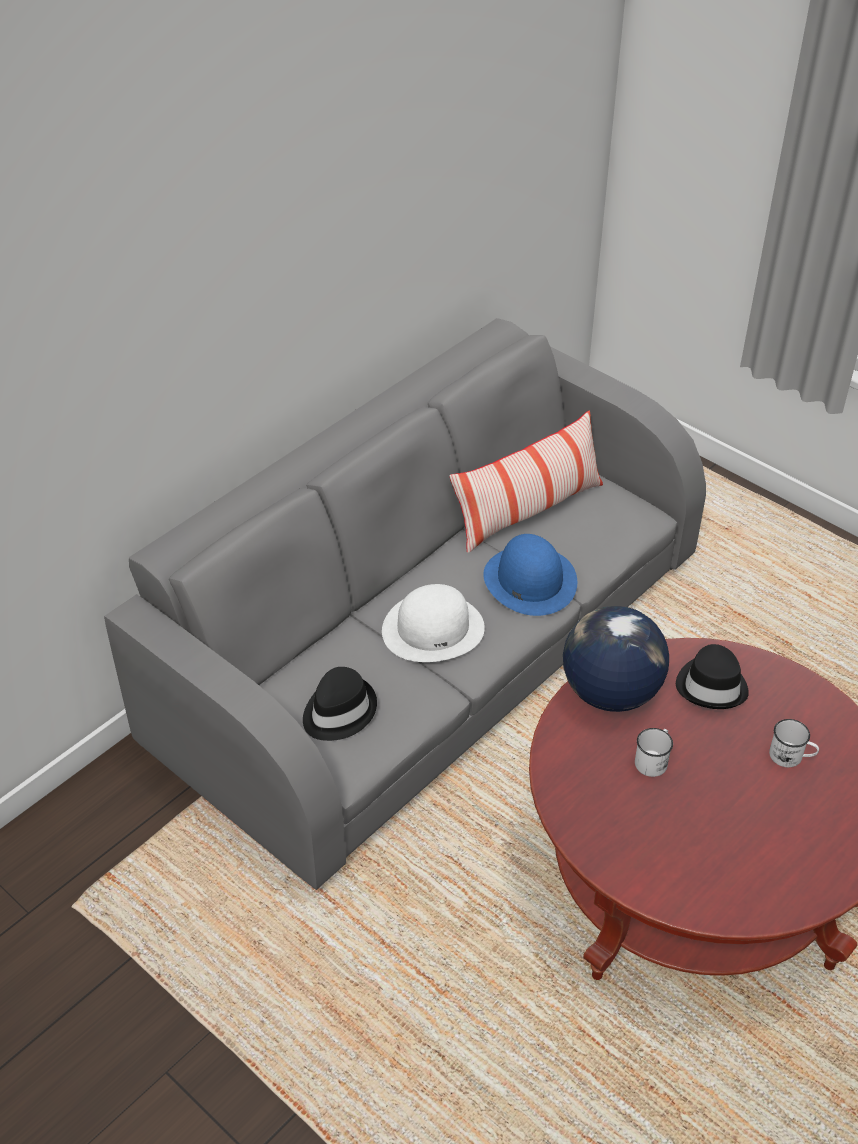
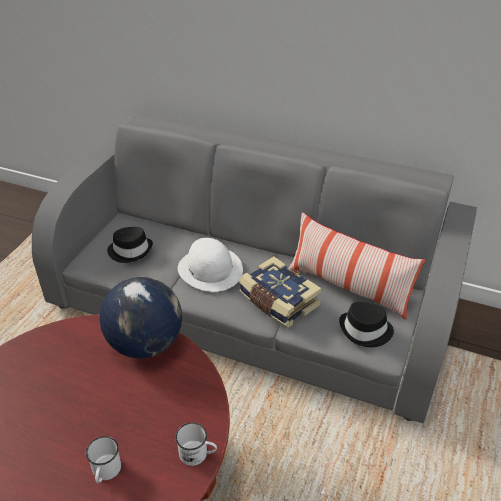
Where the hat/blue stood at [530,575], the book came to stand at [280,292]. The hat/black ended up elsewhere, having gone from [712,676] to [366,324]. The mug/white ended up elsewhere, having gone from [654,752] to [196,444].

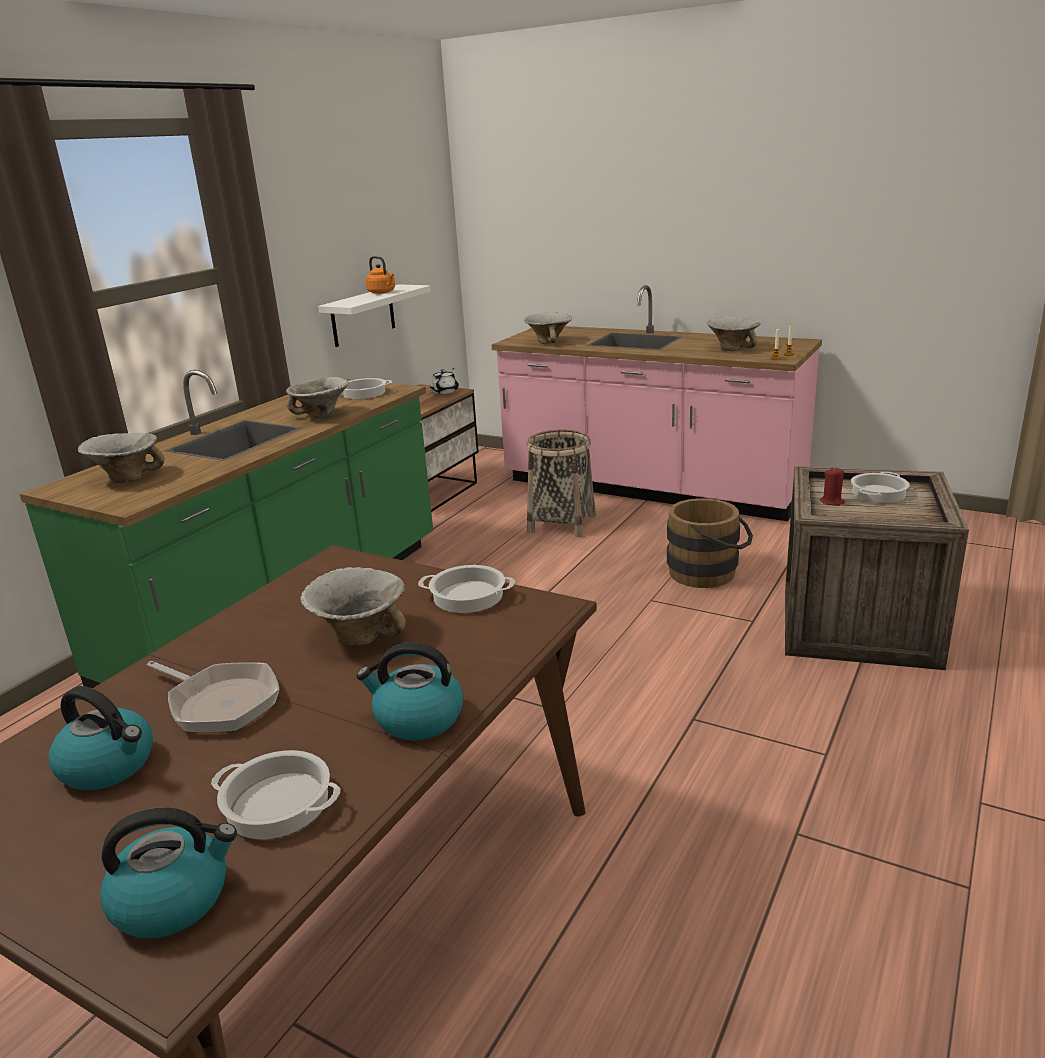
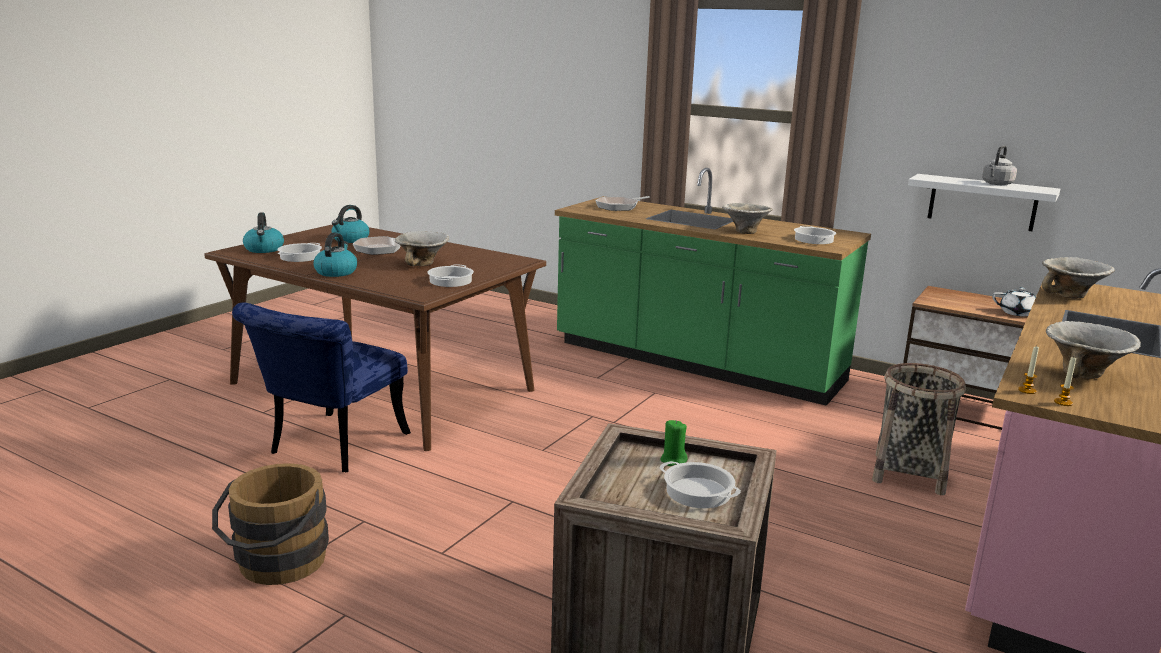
What was the kettle/orange at [380,275] turned into the kettle/grey at [999,165]. Where the bowl stood at [121,458], the frying pan came to stand at [623,203]. What was the candle/red at [832,486] turned into the candle/green at [674,443]. The bucket/brown ended up elsewhere, having gone from [710,543] to [270,524]. The second view gained the chair/blue at [321,387].

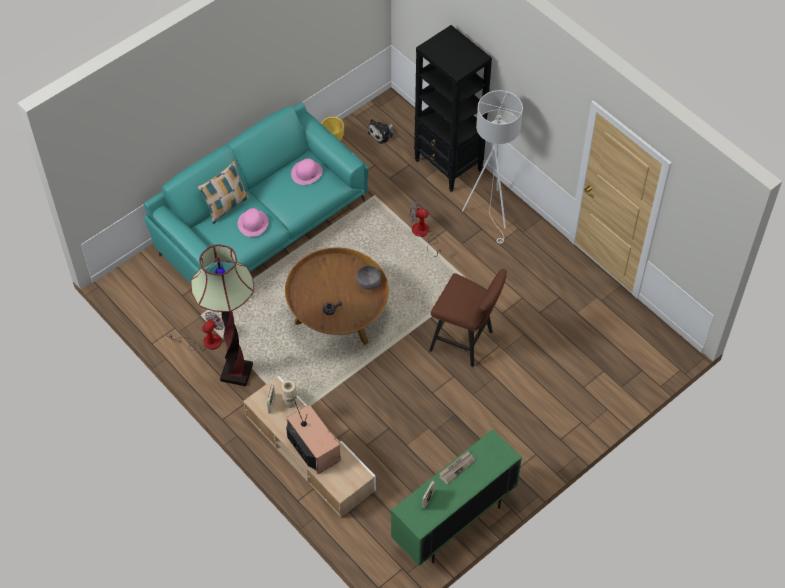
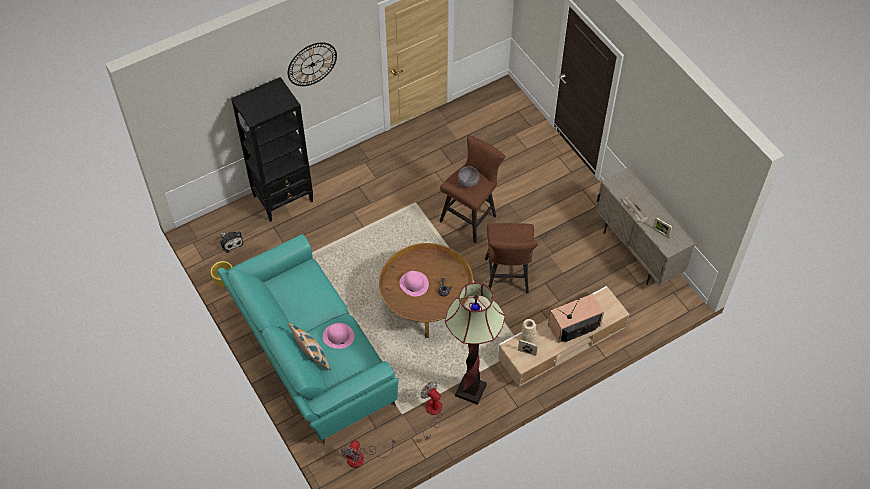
The second view lost the floor lamp/white at [492,167]. The hat/pink ended up elsewhere, having gone from [307,171] to [414,283]. The fan ended up elsewhere, having gone from [425,229] to [368,453]. The bowl/grey ended up elsewhere, having gone from [368,277] to [469,176]. What was the cabinet/green at [456,497] turned into the cabinet/beige at [645,227]. The second view gained the wall clock at [312,64]. The second view gained the stool/brown at [511,258].

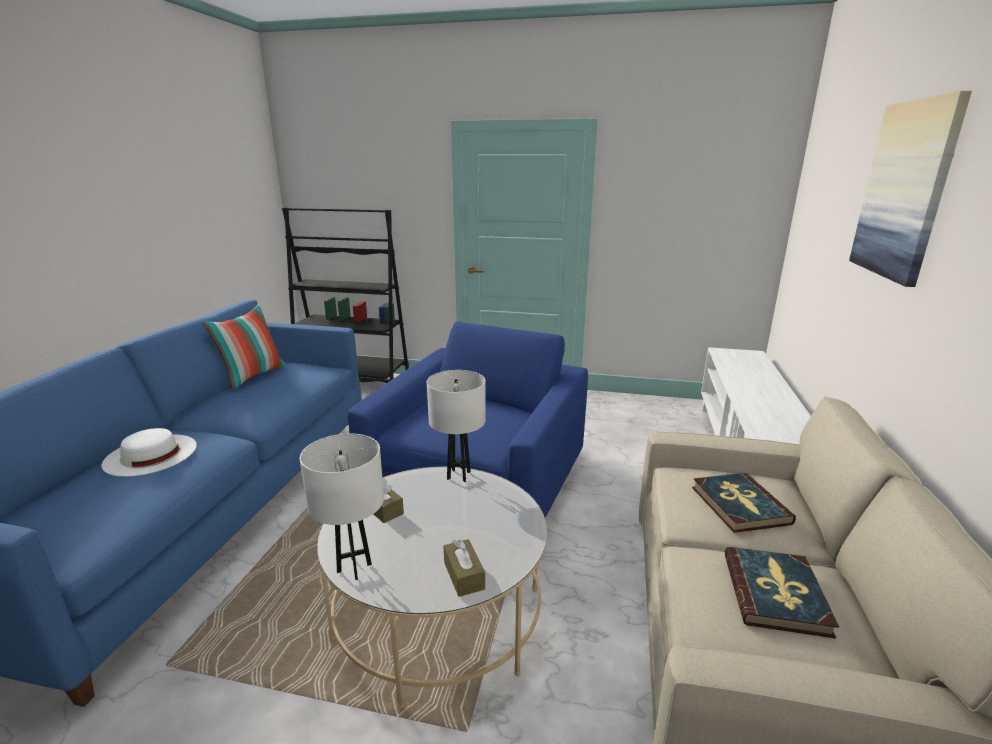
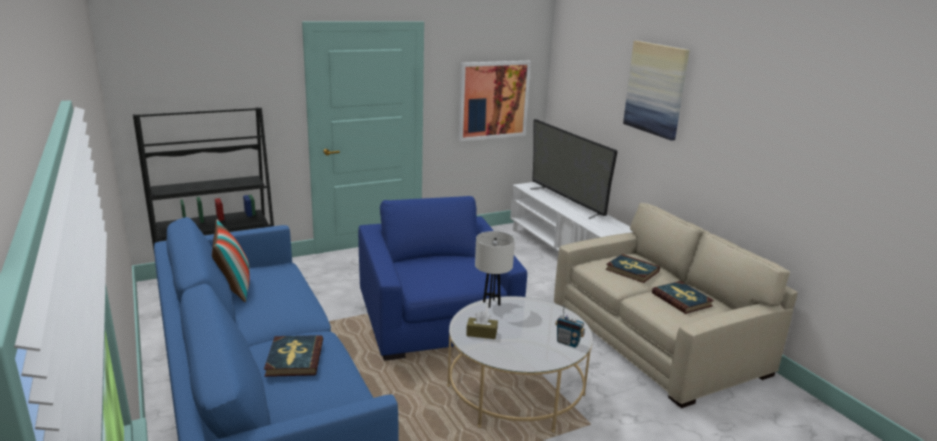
Where the hat/white stood at [149,452], the book came to stand at [293,356]. The second view lost the table lamp/white at [342,506]. Where the tissue box/brown stood at [464,568], the radio came to stand at [570,326]. The second view gained the picture at [494,101]. The second view gained the television at [574,169].

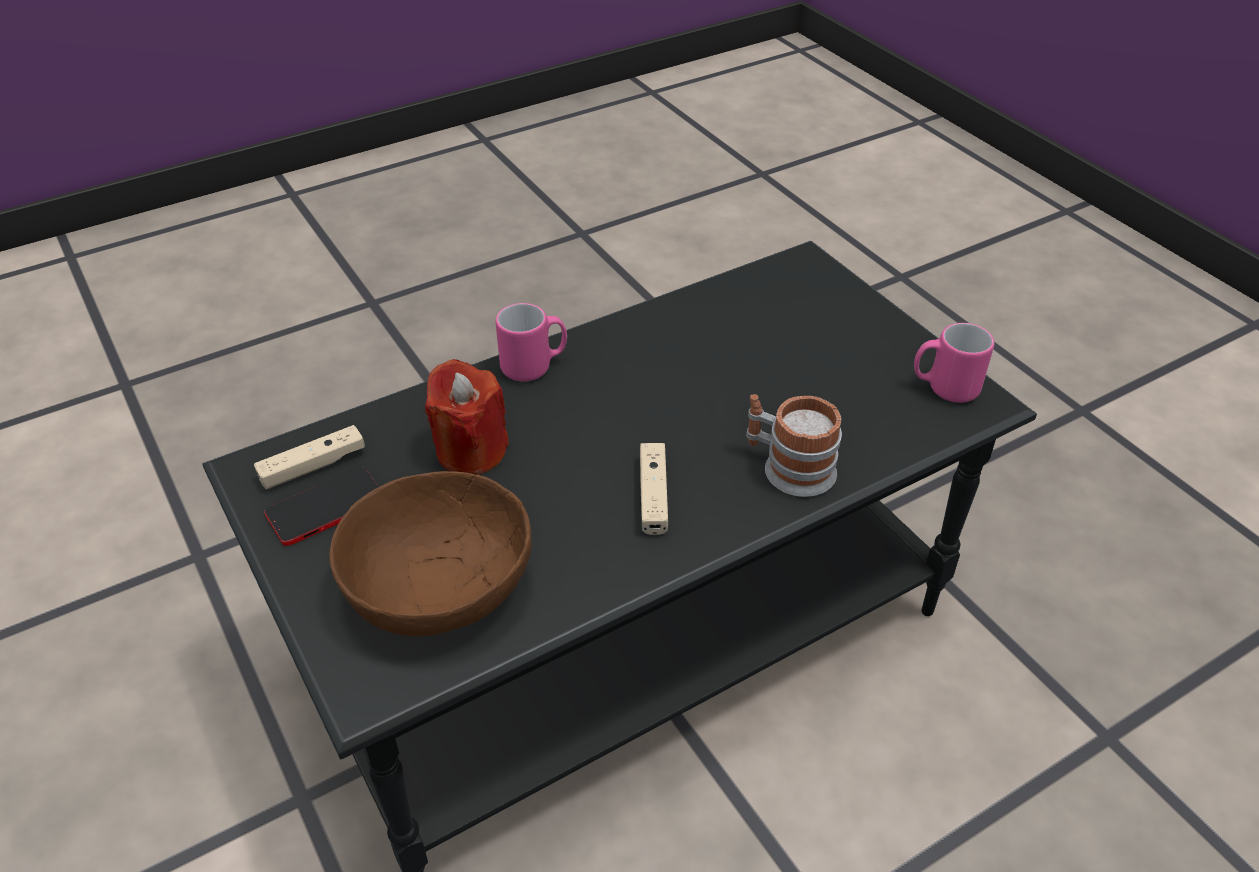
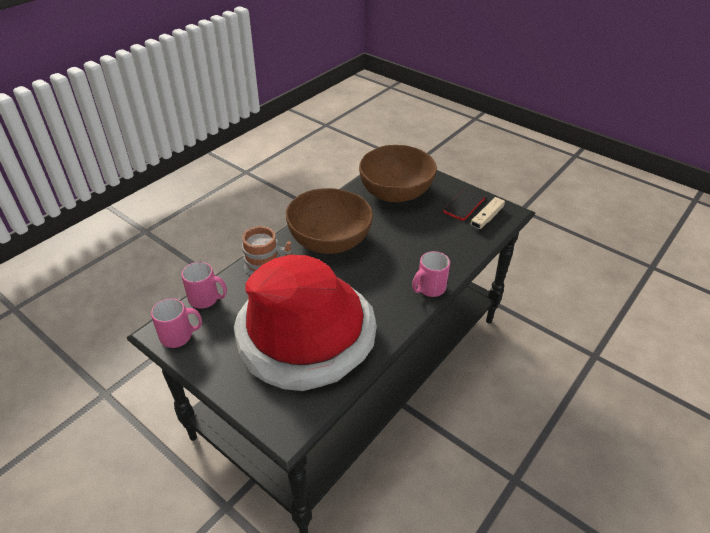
The second view lost the candle/red at [467,417]. Where the game controller/beige stood at [654,489], the bowl/brown came to stand at [329,221]. The second view gained the hat at [305,323]. The second view gained the mug/pink at [204,285].

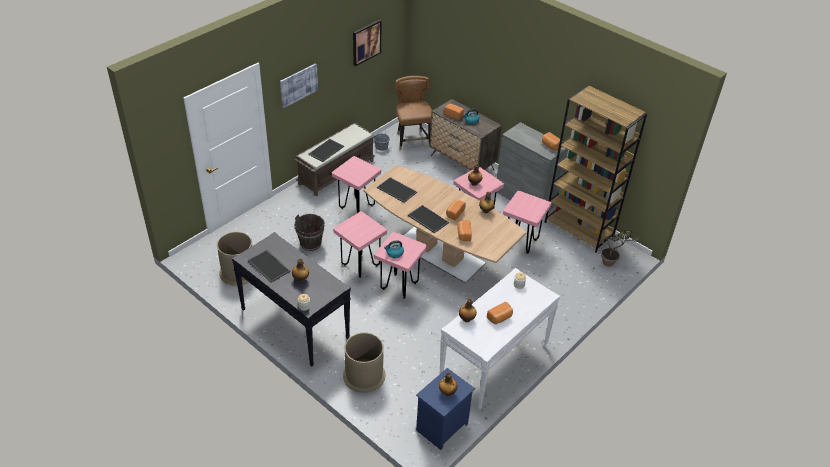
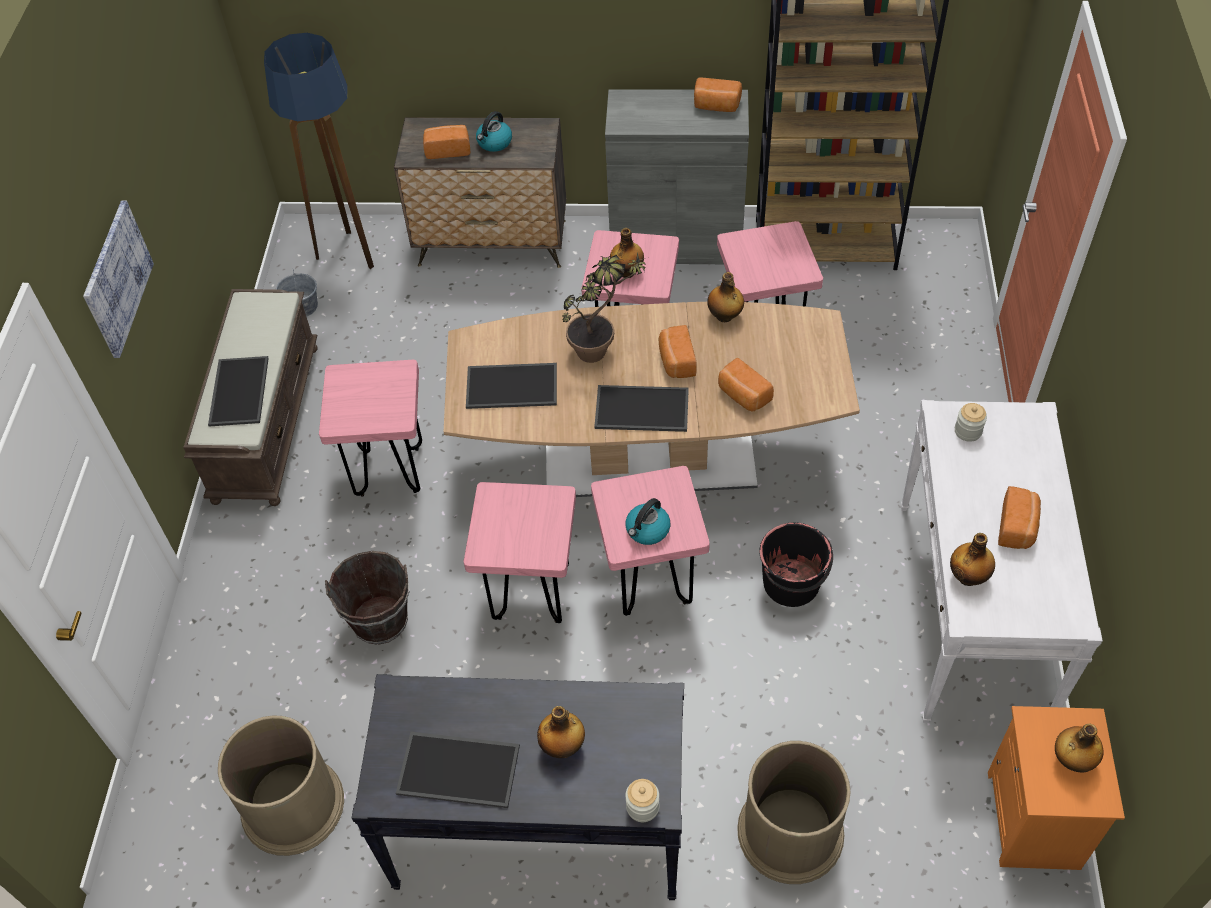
The second view lost the picture at [367,43]. Where the chair/brown stood at [413,113], the floor lamp came to stand at [319,151]. The potted plant ended up elsewhere, having gone from [620,248] to [604,307]. What was the nightstand/blue at [445,409] turned into the nightstand/orange at [1056,788]. The second view gained the bucket/black at [796,564].

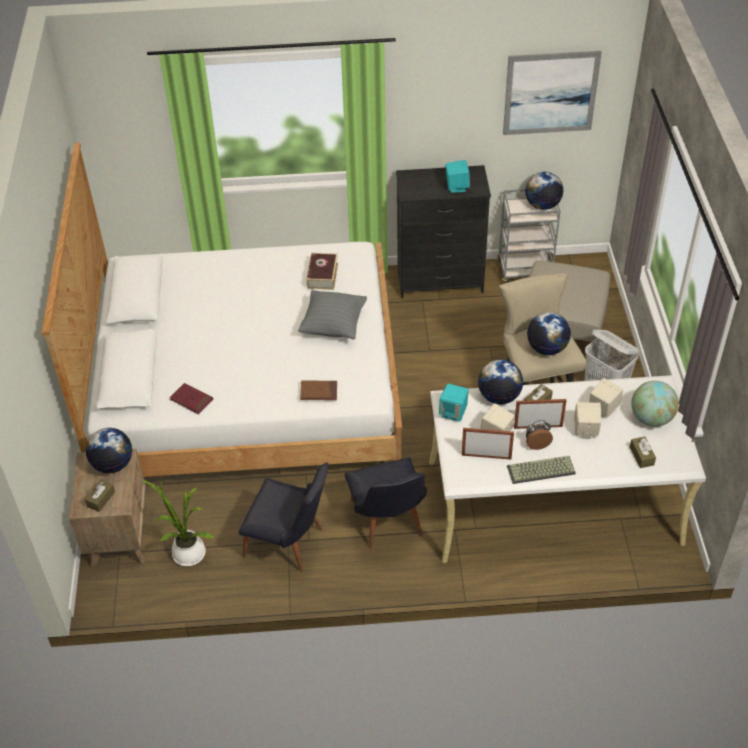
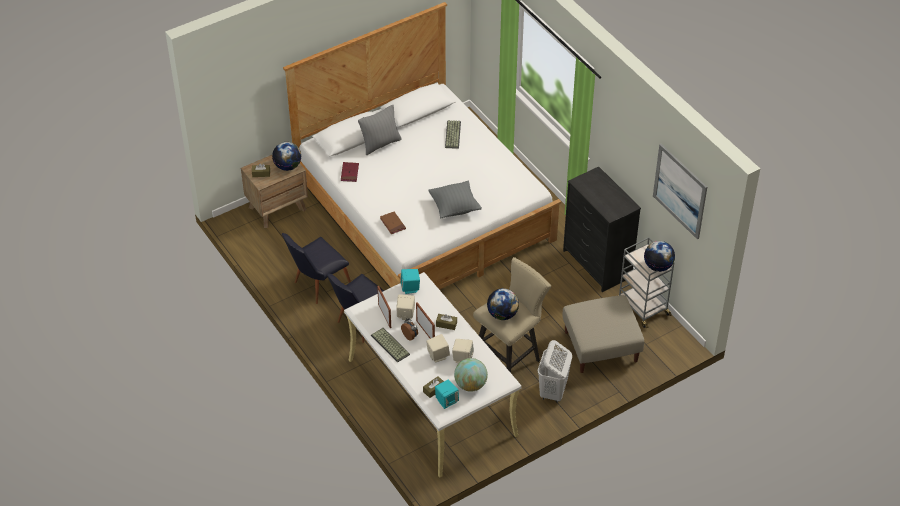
The speaker/turquoise ended up elsewhere, having gone from [458,176] to [447,394]. The second view lost the book at [322,271]. The second view lost the globe at [500,381]. The chair/black at [284,517] ended up facing another way, 60 degrees clockwise from before. The second view lost the potted plant at [177,522]. The second view gained the pillow/grey at [380,130]. The second view gained the keyboard at [453,134].

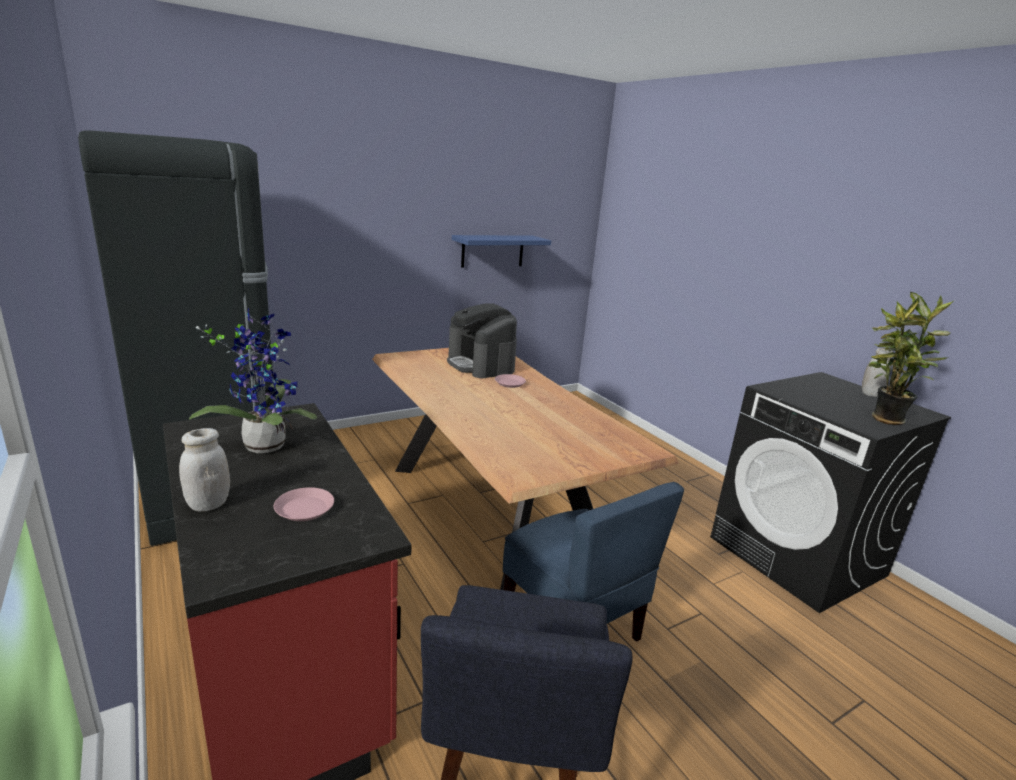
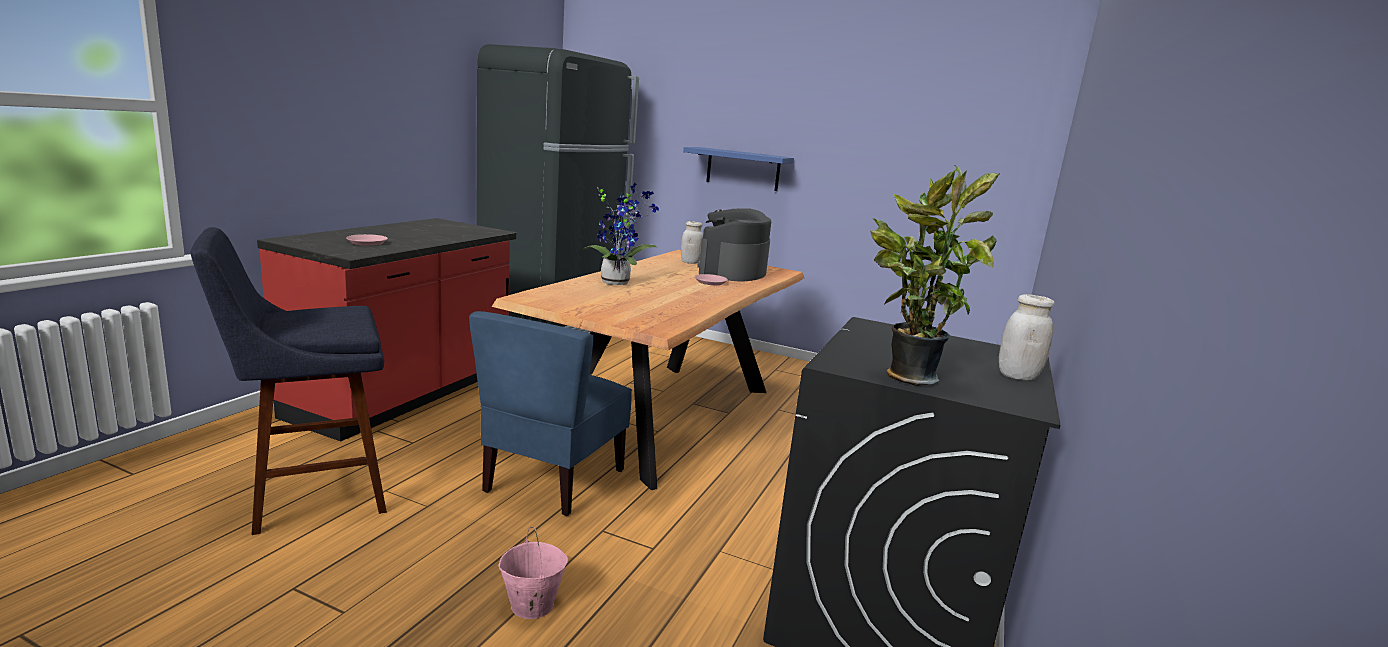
The shelf/blue ended up elsewhere, having gone from [501,251] to [738,169]. The potted plant ended up elsewhere, having gone from [253,381] to [621,234]. The jar/white ended up elsewhere, having gone from [204,470] to [692,242]. The second view gained the bucket/pink at [533,573].

